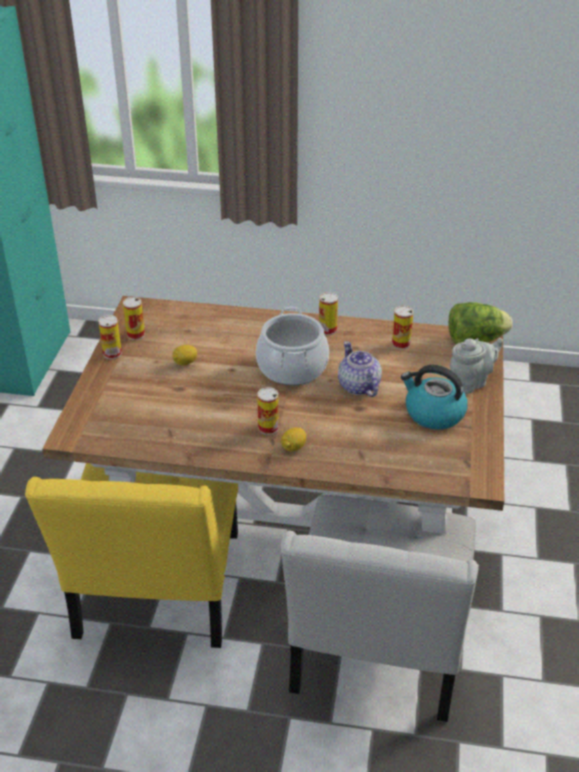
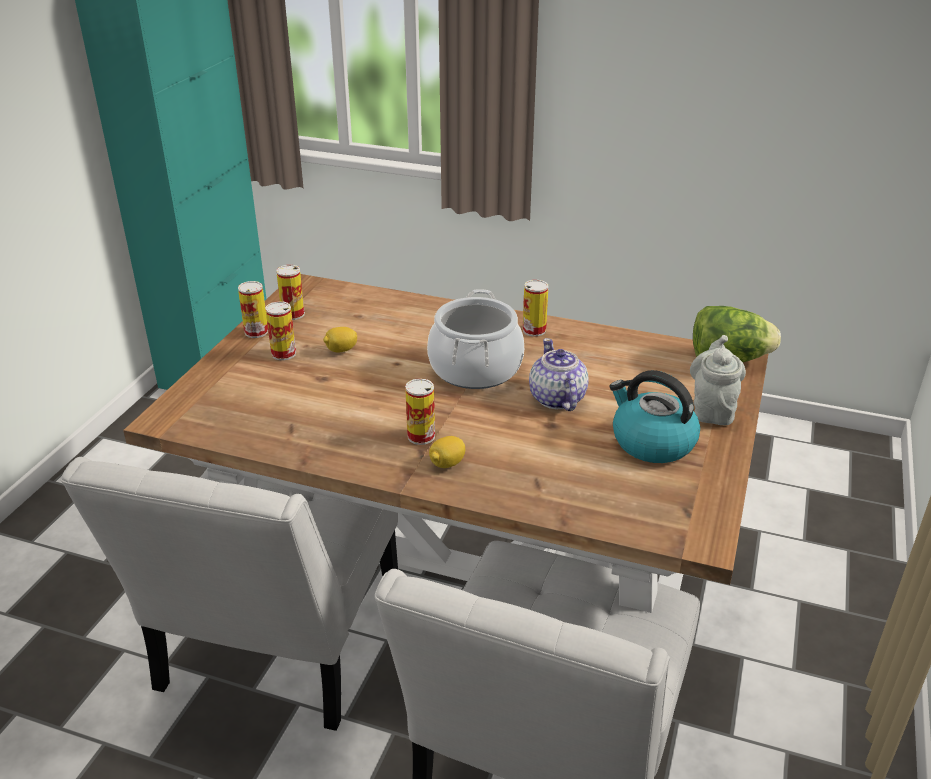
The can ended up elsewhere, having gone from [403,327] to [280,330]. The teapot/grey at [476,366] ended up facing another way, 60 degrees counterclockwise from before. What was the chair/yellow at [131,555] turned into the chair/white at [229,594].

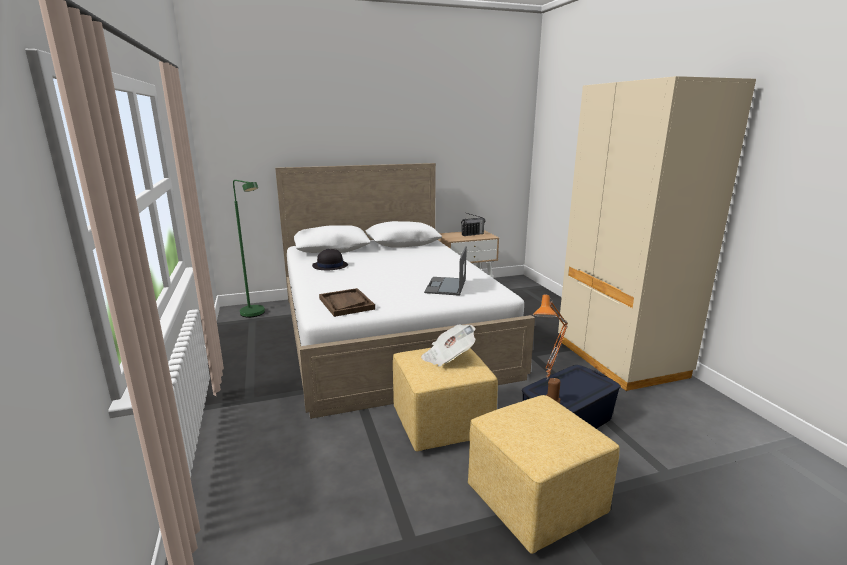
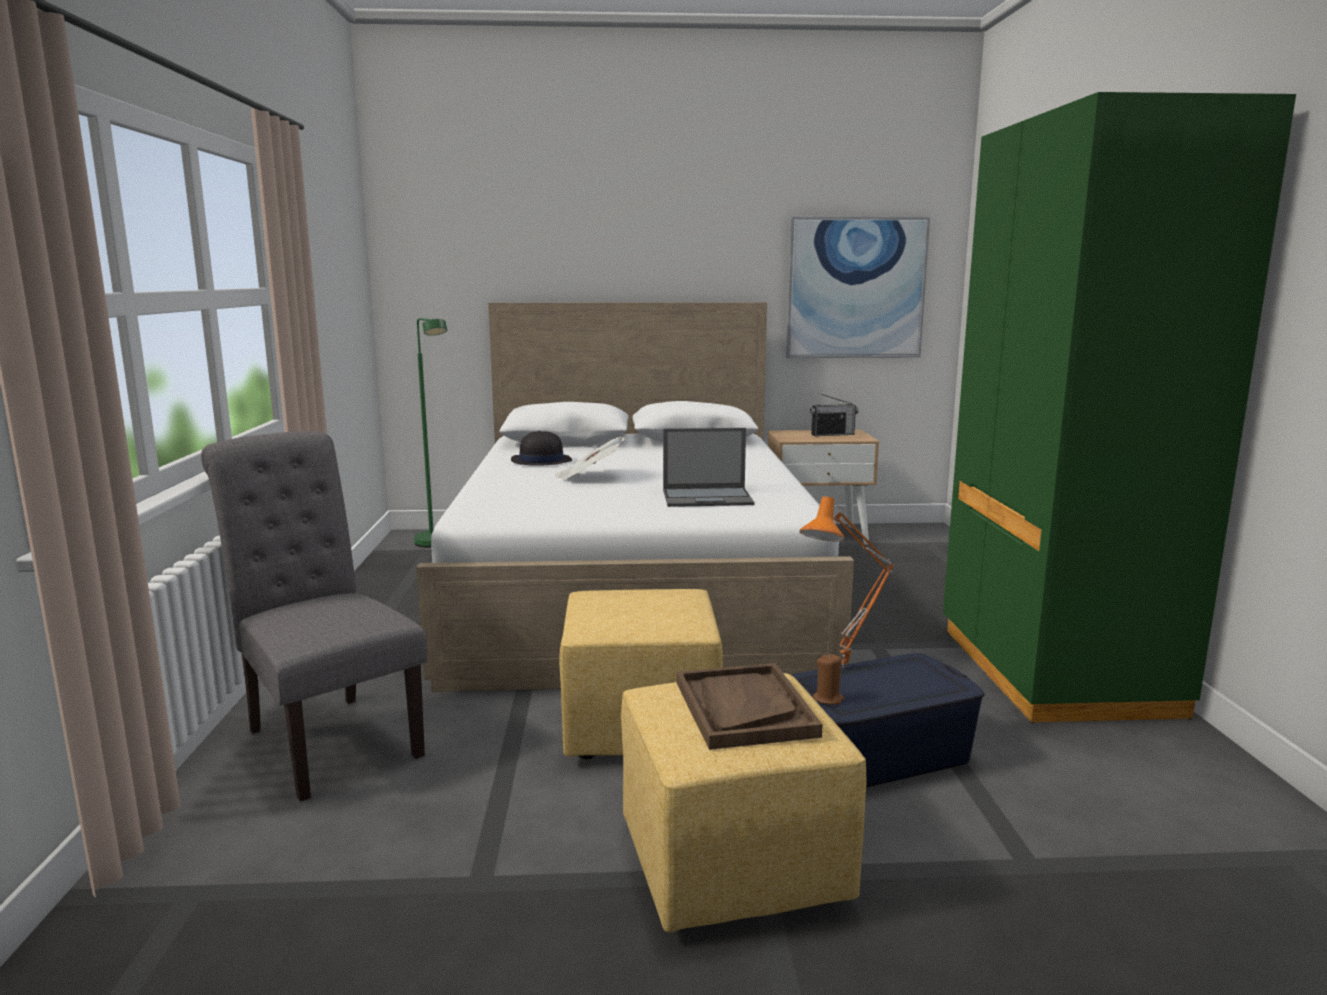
What was the wardrobe/beige at [657,233] turned into the wardrobe/green at [1119,407]. The laptop at [445,271] ended up facing another way, 120 degrees counterclockwise from before. The tray/brown ended up elsewhere, having gone from [347,302] to [750,706]. The newspaper ended up elsewhere, having gone from [448,345] to [590,458]. The second view gained the picture at [858,287]. The second view gained the chair/grey at [314,616].

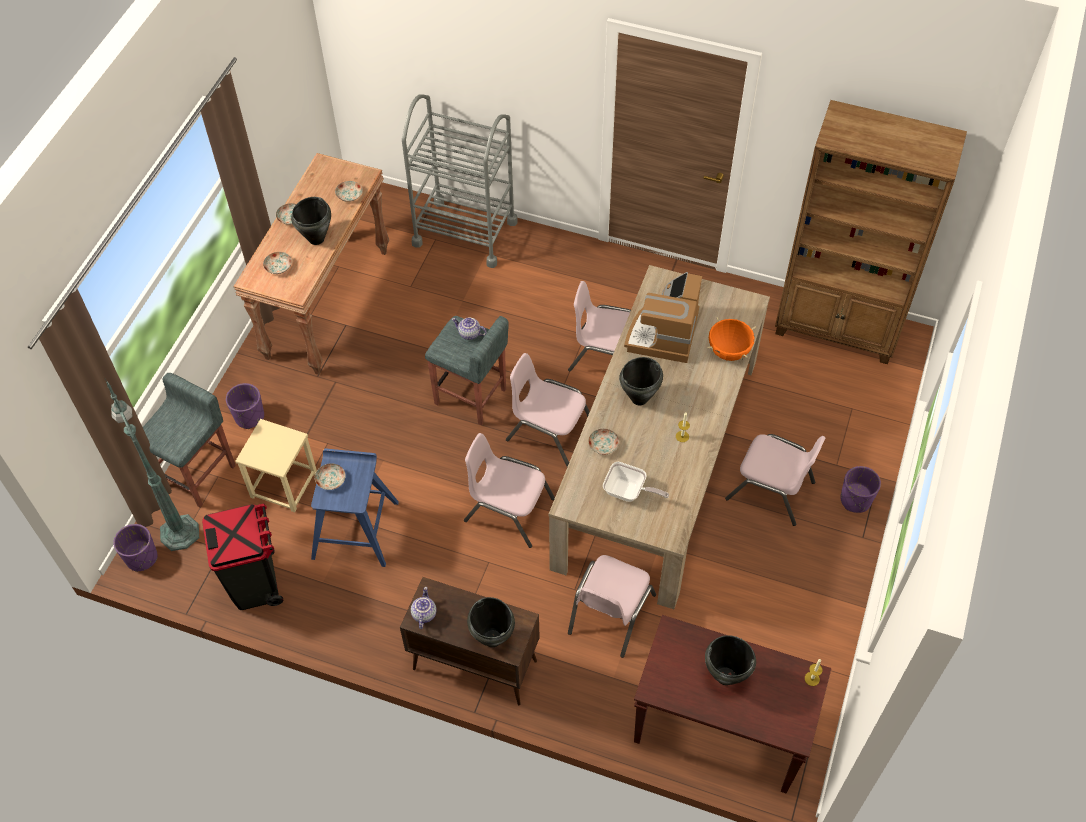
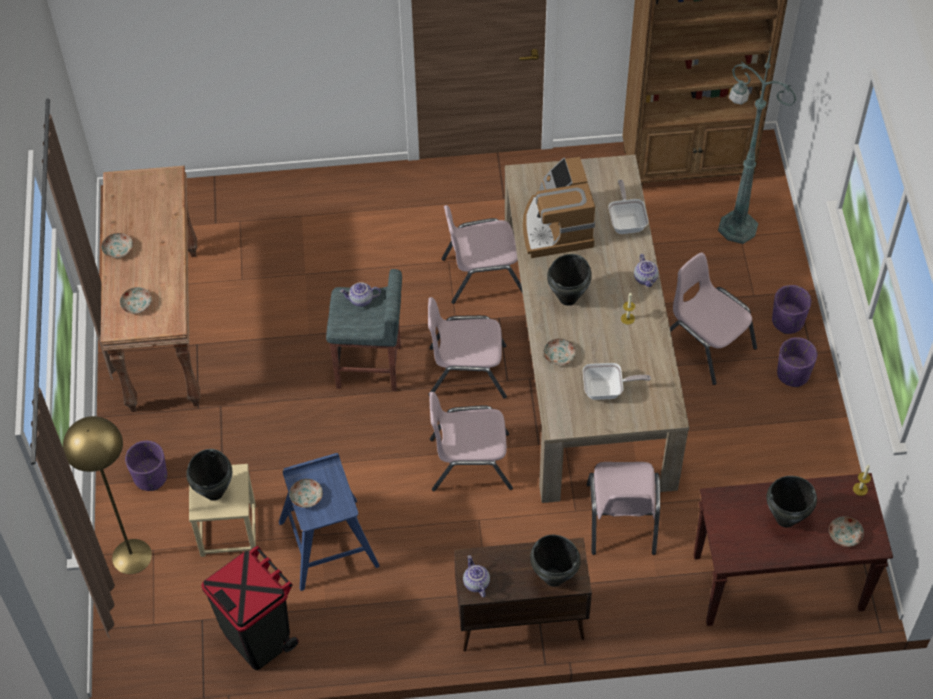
The second view lost the cart/grey at [459,181]. The plate ended up elsewhere, having gone from [349,191] to [846,531]. The cooking pot/black ended up elsewhere, having gone from [311,221] to [209,475]. Where the cooking pot/orange stood at [731,339], the frying pan came to stand at [628,207]. Where the stool/grey stood at [189,440], the floor lamp/yellow came to stand at [107,495]. The floor lamp/green ended up elsewhere, having gone from [152,465] to [757,146]. The chair/pink at [775,480] ended up facing another way, 135 degrees counterclockwise from before. The planter/purple ended up elsewhere, having gone from [135,548] to [797,362]. The second view gained the teapot at [646,270].

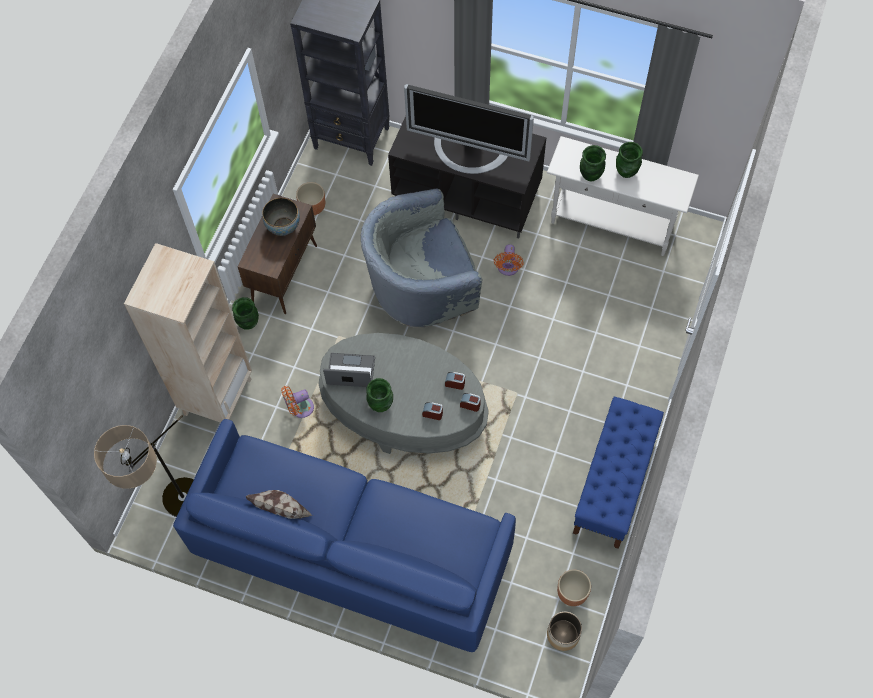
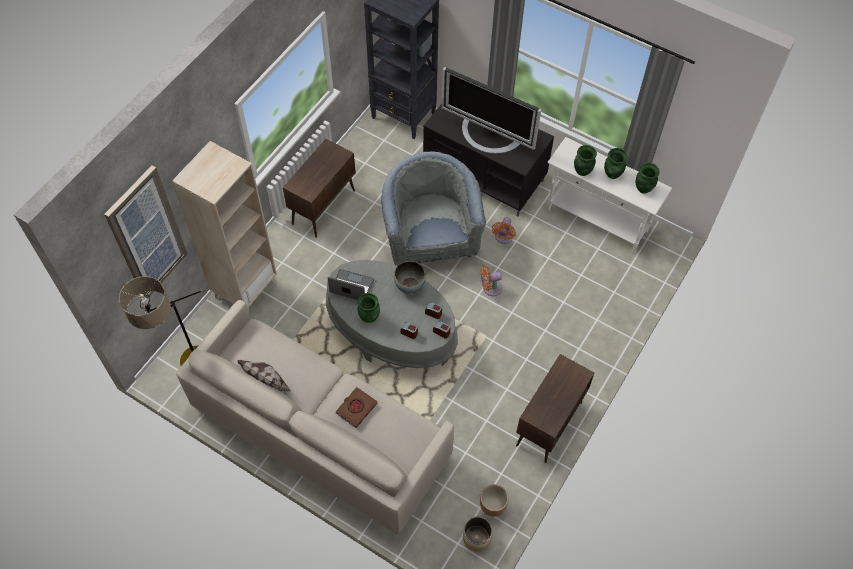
The second view lost the planter/brown at [310,198]. The armchair/grey at [422,258] ended up facing another way, 90 degrees clockwise from before. The bowl ended up elsewhere, having gone from [281,217] to [410,277]. The vase/green ended up elsewhere, having gone from [245,313] to [647,178]. The fan/orange ended up elsewhere, having gone from [297,402] to [491,281]. Where the bench/blue stood at [618,473], the cabinet/brown came to stand at [555,408]. What was the sofa/blue at [344,535] turned into the sofa/beige at [315,417]. The second view gained the picture at [145,232]. The second view gained the book/brown at [356,407].

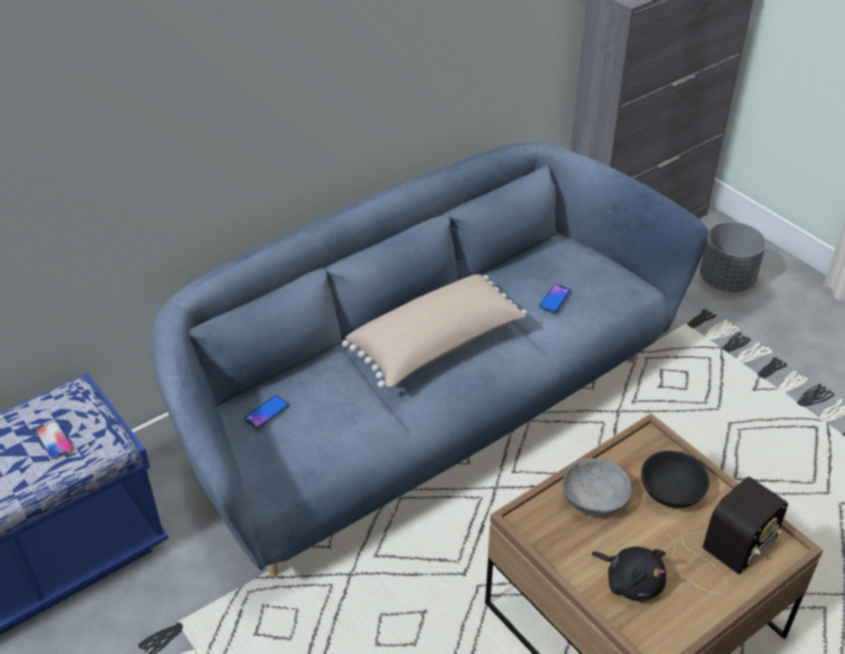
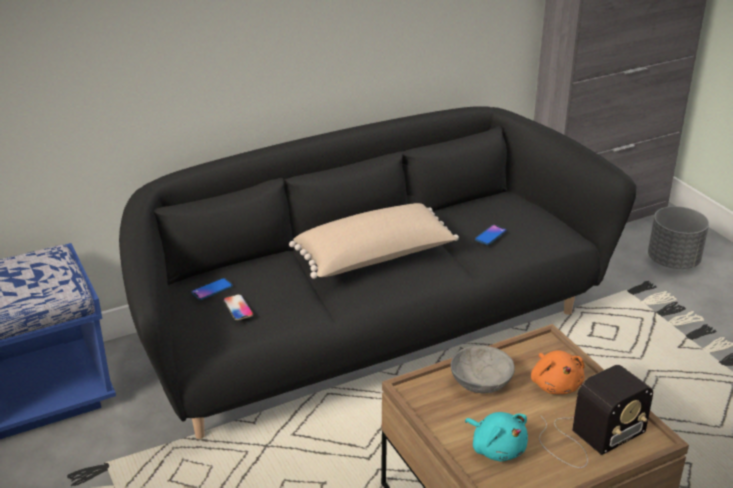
What was the sofa/blue at [429,359] turned into the sofa/black at [377,272]. The phone ended up elsewhere, having gone from [55,440] to [238,307]. Where the bowl/black stood at [675,479], the plush toy/orange came to stand at [558,372]. What was the plush toy/black at [629,574] turned into the plush toy/turquoise at [496,437].

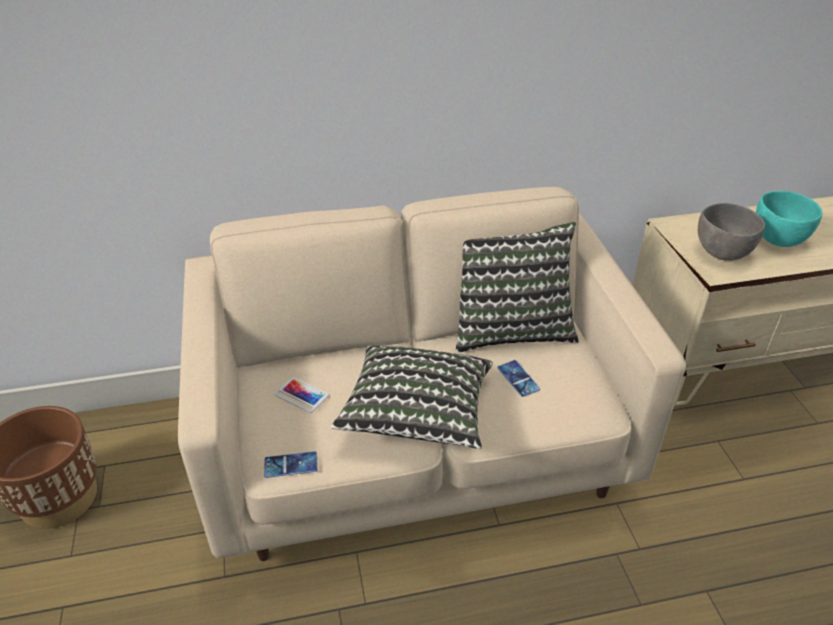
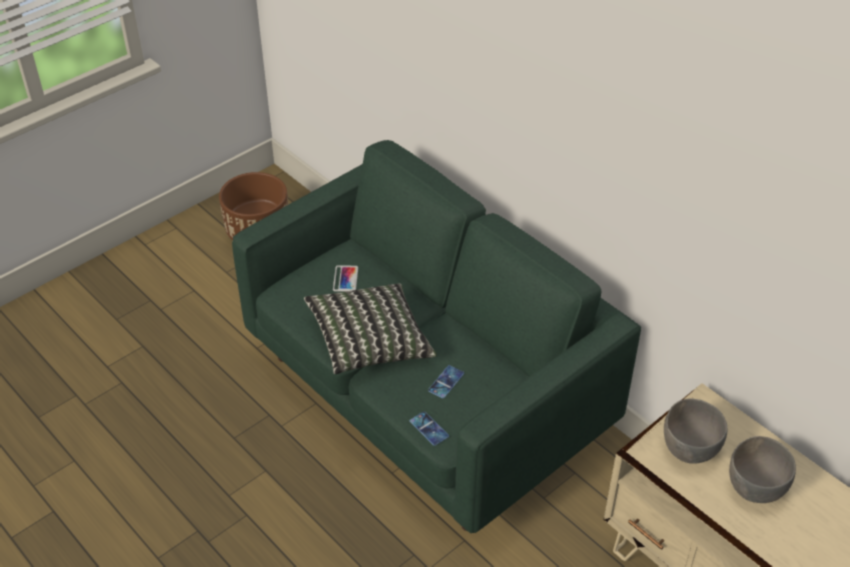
What was the sofa/beige at [432,374] turned into the sofa/green at [436,336]. What was the bowl/turquoise at [789,219] turned into the bowl/grey at [762,469]. The second view lost the pillow at [517,287]. The phone ended up elsewhere, having gone from [291,464] to [429,429].

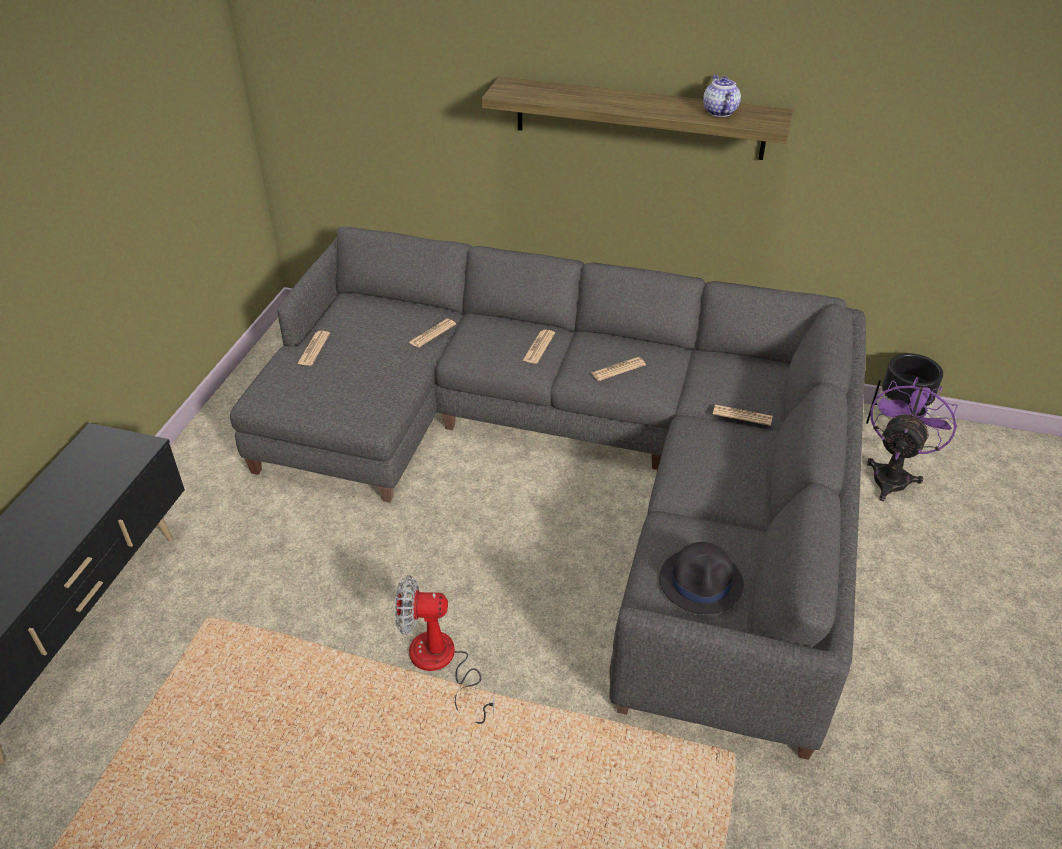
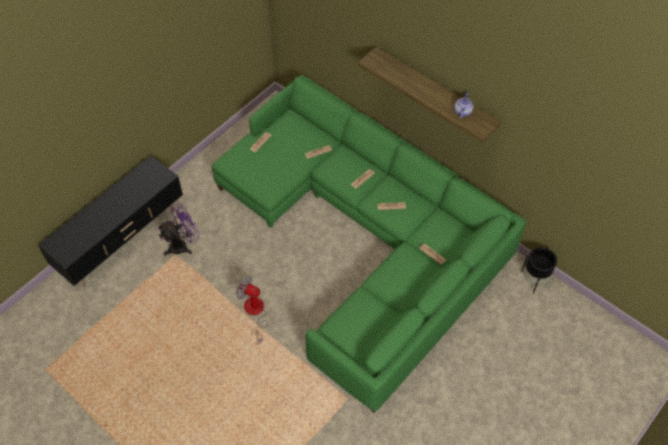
What was the sofa/grey at [548,493] turned into the sofa/green at [369,244]. The fan/purple ended up elsewhere, having gone from [912,439] to [178,229]. The second view lost the hat/black at [701,578].

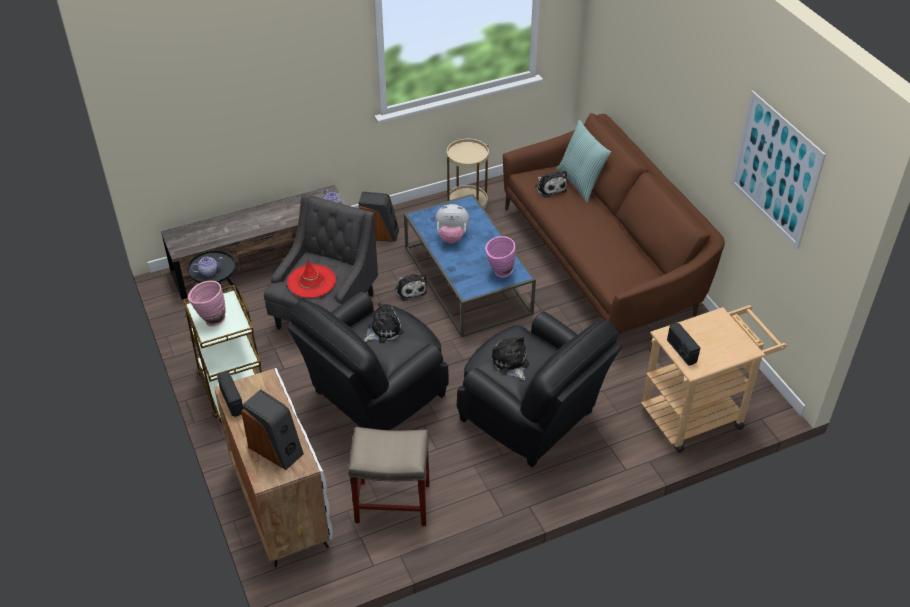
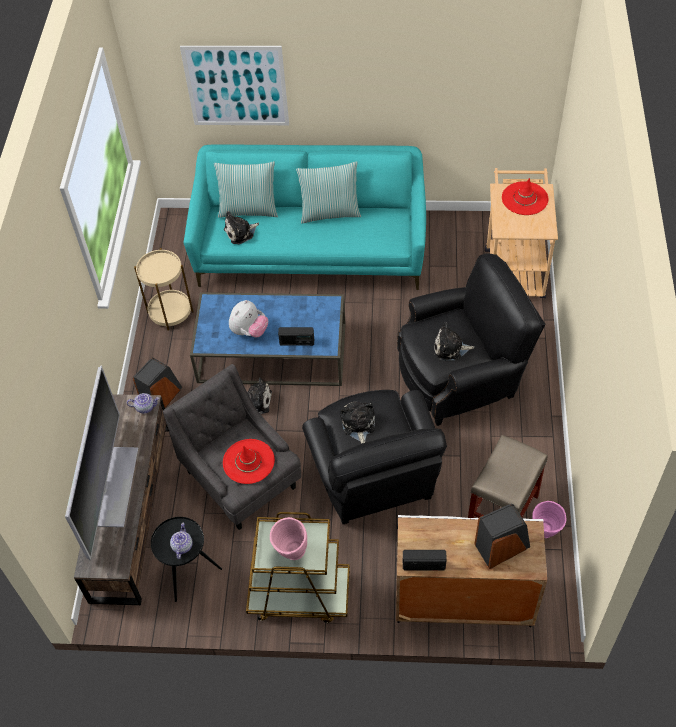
The picture ended up elsewhere, having gone from [778,169] to [234,85]. What was the sofa/brown at [614,227] turned into the sofa/turquoise at [305,217]. The plush toy at [551,184] ended up facing another way, 150 degrees clockwise from before. The vase/pink ended up elsewhere, having gone from [500,257] to [549,519]. The radio ended up elsewhere, having gone from [683,344] to [296,336]. The second view gained the pillow at [328,192]. The second view gained the hat/red at [525,196]. The second view gained the television at [101,463].

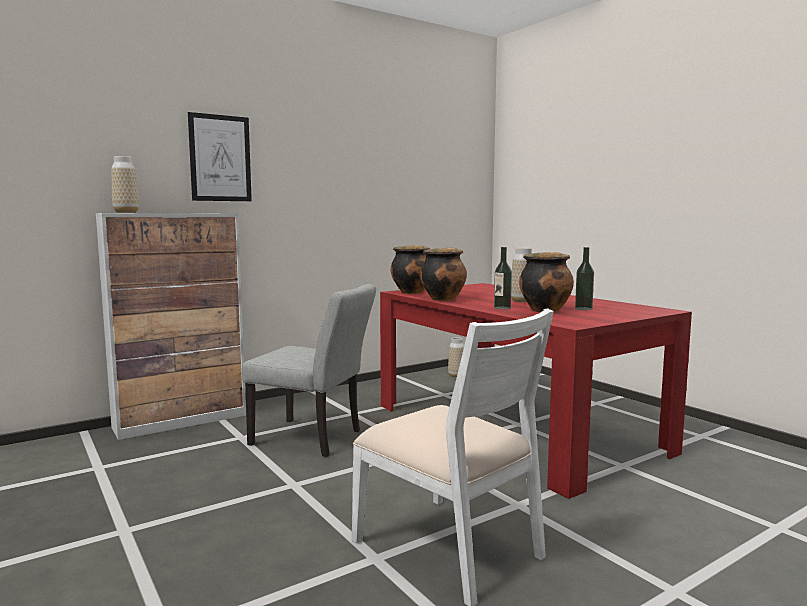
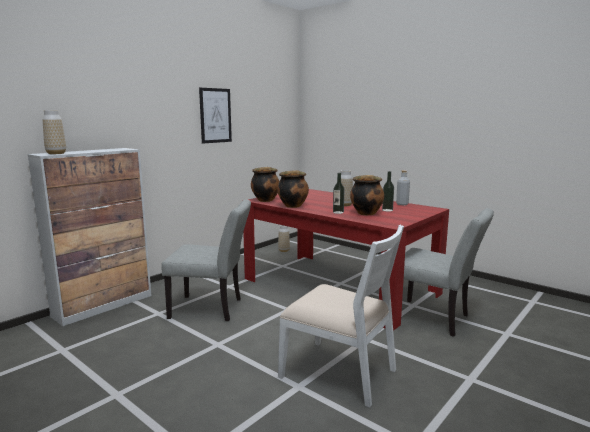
The picture ended up elsewhere, having gone from [220,156] to [215,116]. The second view gained the bottle/grey at [403,187]. The second view gained the chair/grey at [449,272].

